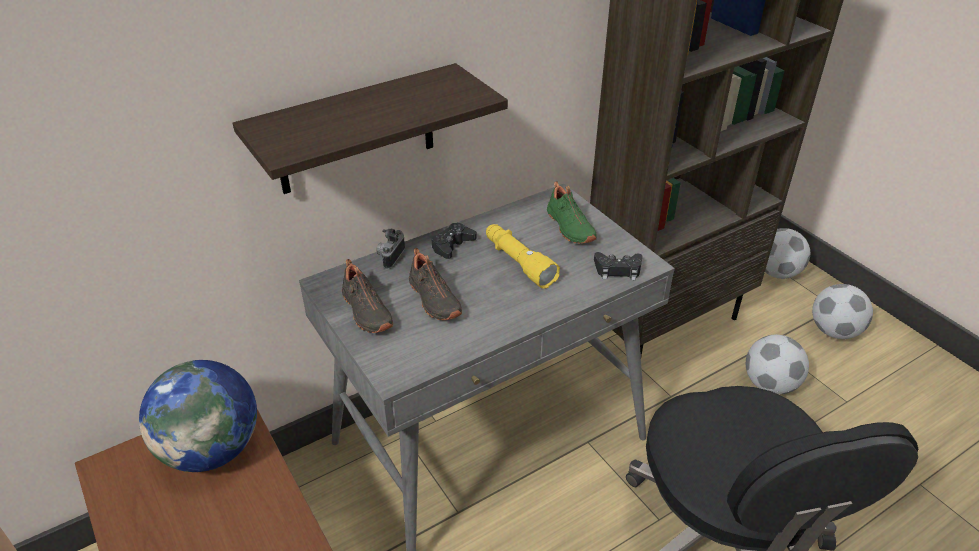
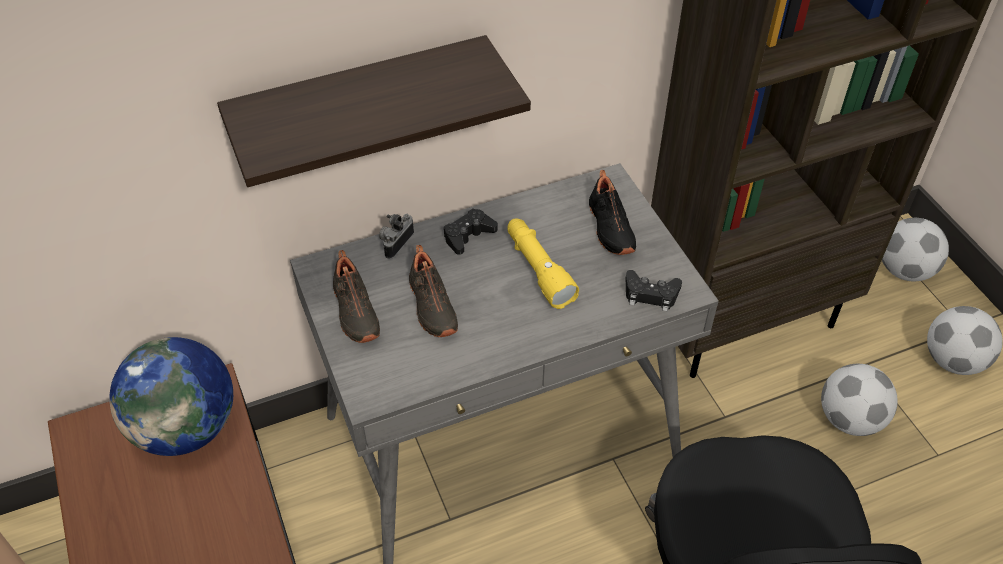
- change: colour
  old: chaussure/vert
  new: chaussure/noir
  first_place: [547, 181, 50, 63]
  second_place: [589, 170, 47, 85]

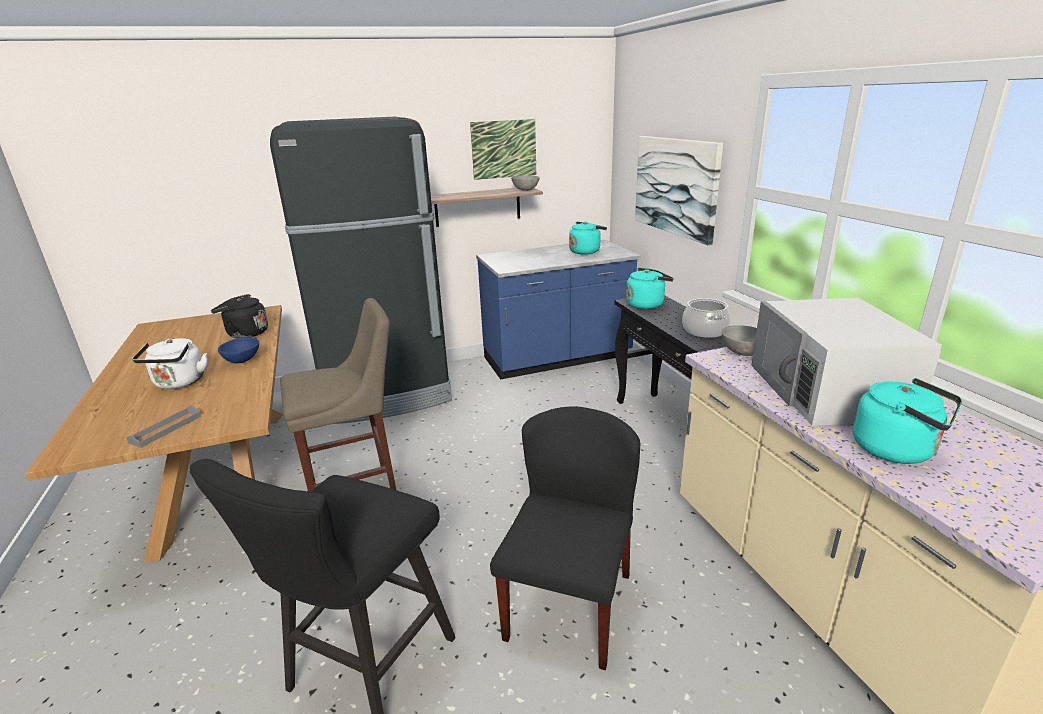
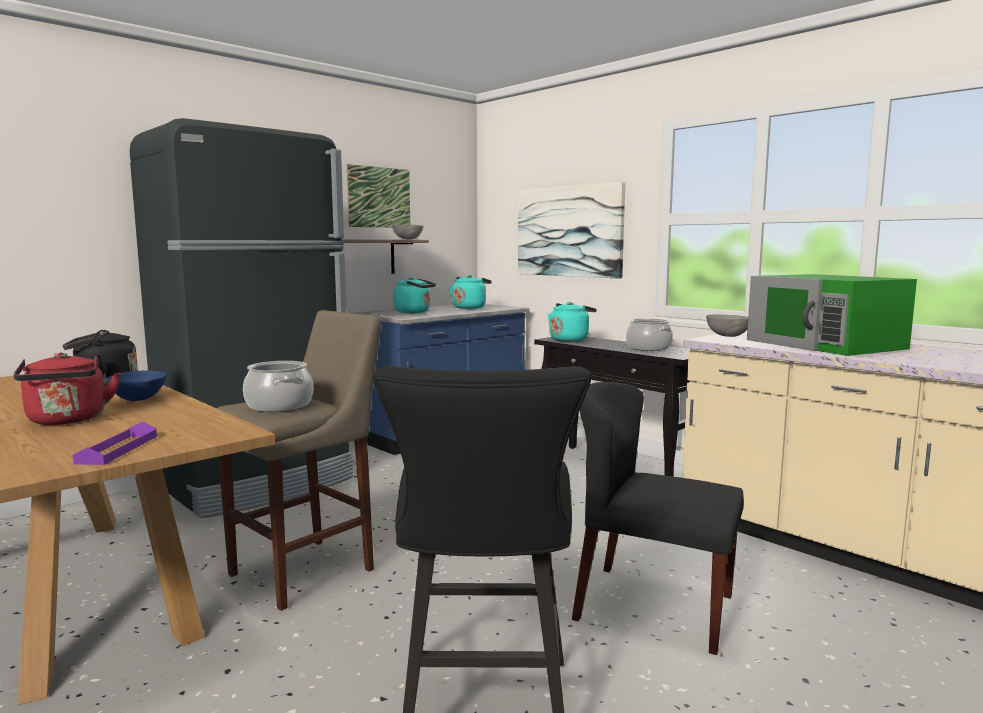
- change: colour
  old: micro-ondes/blanc
  new: micro-ondes/vert
  first_place: [751, 298, 192, 128]
  second_place: [747, 274, 170, 82]
- change: colour
  old: bouilloire/blanc
  new: bouilloire/rouge
  first_place: [132, 338, 76, 51]
  second_place: [13, 352, 107, 73]
- change: relocated
  old: bouilloire/turquoise
  first_place: [853, 378, 109, 86]
  second_place: [394, 277, 42, 36]
- change: colour
  old: plateau/gris
  new: plateau/violet
  first_place: [126, 405, 75, 43]
  second_place: [73, 422, 84, 43]
- change: spun
  old: chaise/noir
  first_place: [490, 406, 150, 264]
  second_place: [572, 382, 172, 273]
  degrees: -60
- change: appeared
  new: marmite
  second_place: [243, 361, 70, 51]

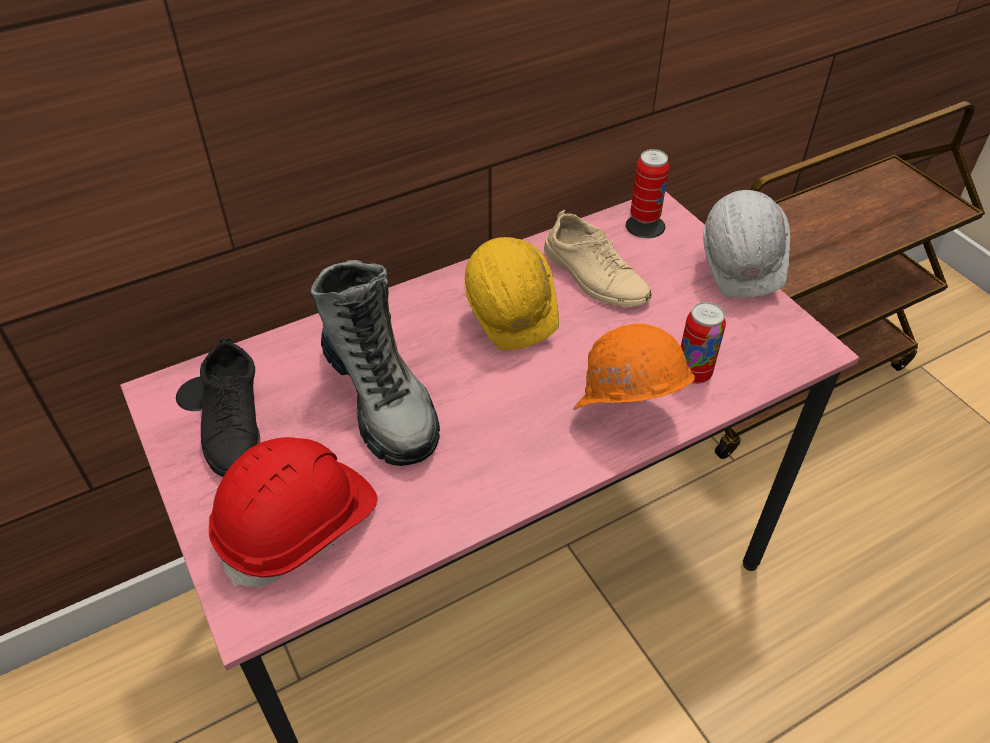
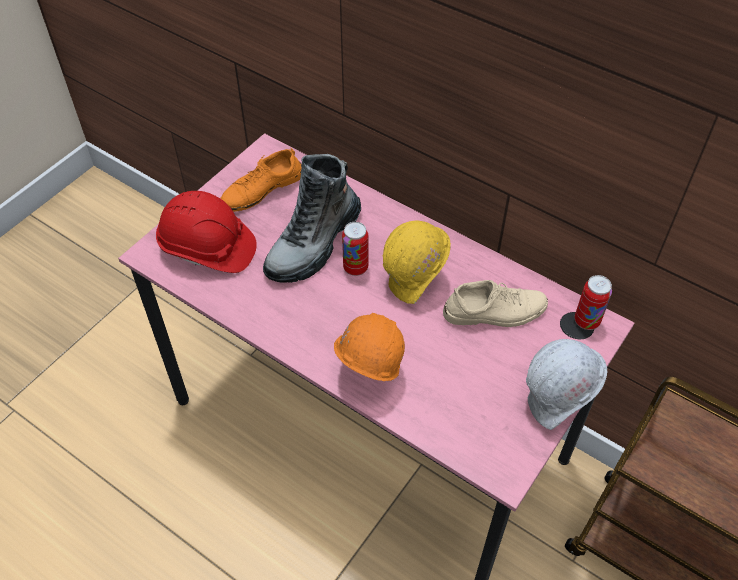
- change: spun
  old: chaussure/beige
  first_place: [544, 210, 107, 97]
  second_place: [443, 280, 105, 47]
  degrees: -120
- change: relocated
  old: boîte métallique
  first_place: [681, 302, 45, 82]
  second_place: [342, 222, 26, 54]
- change: colour
  old: chaussure/noir
  new: chaussure/orange
  first_place: [196, 337, 64, 140]
  second_place: [220, 148, 82, 64]

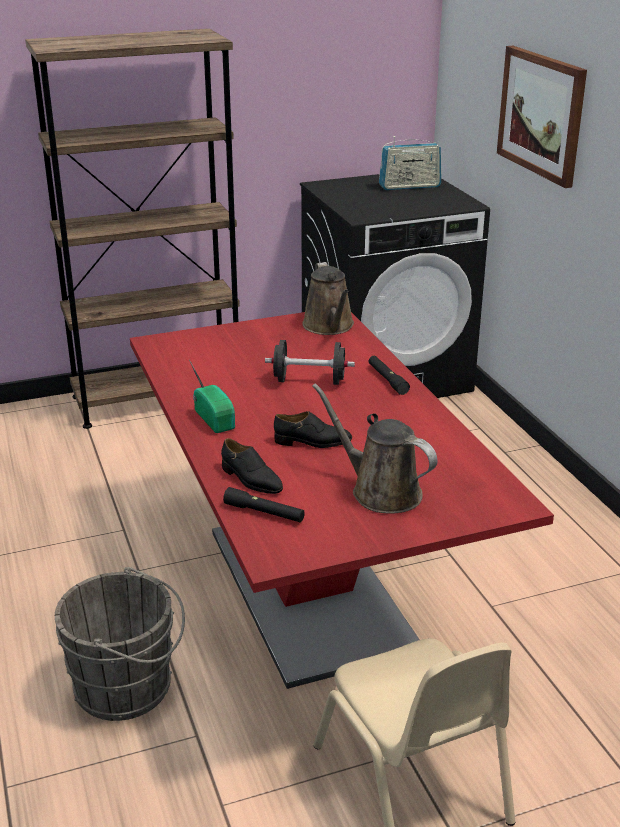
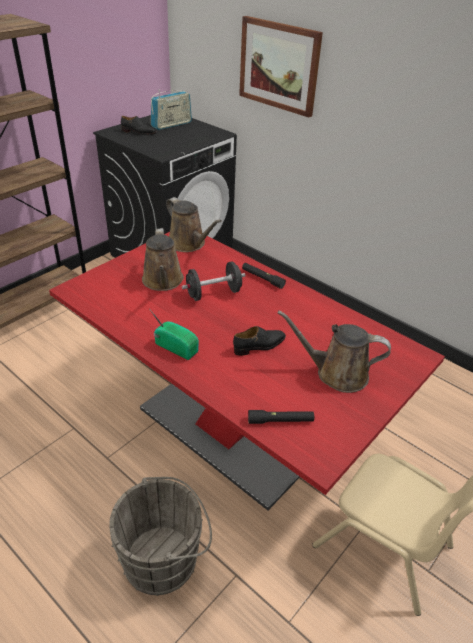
- change: relocated
  old: chaussure/noir
  first_place: [221, 438, 62, 56]
  second_place: [121, 116, 35, 19]
- change: appeared
  new: arrosoir/marron
  second_place: [142, 228, 42, 63]

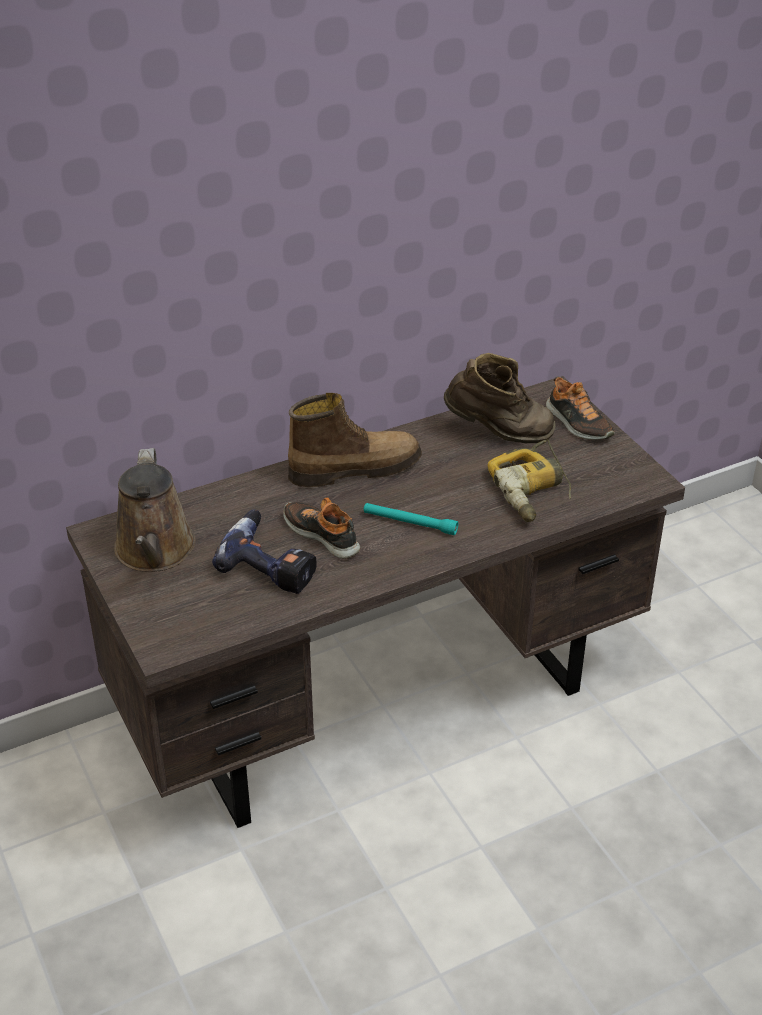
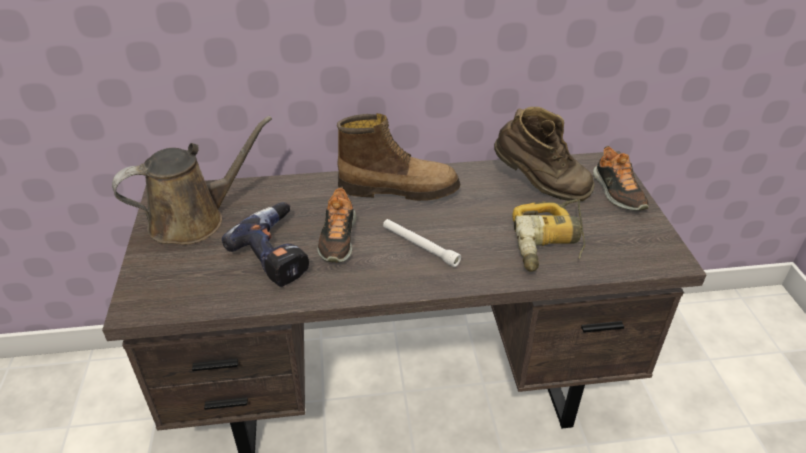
- change: spun
  old: arrosoir/marron
  first_place: [114, 448, 82, 124]
  second_place: [112, 116, 160, 129]
  degrees: -135
- change: spun
  old: chaussure
  first_place: [283, 497, 77, 62]
  second_place: [317, 187, 40, 76]
  degrees: -150
- change: colour
  old: lampe de poche/turquoise
  new: lampe de poche/blanc
  first_place: [364, 503, 94, 32]
  second_place: [383, 219, 78, 48]

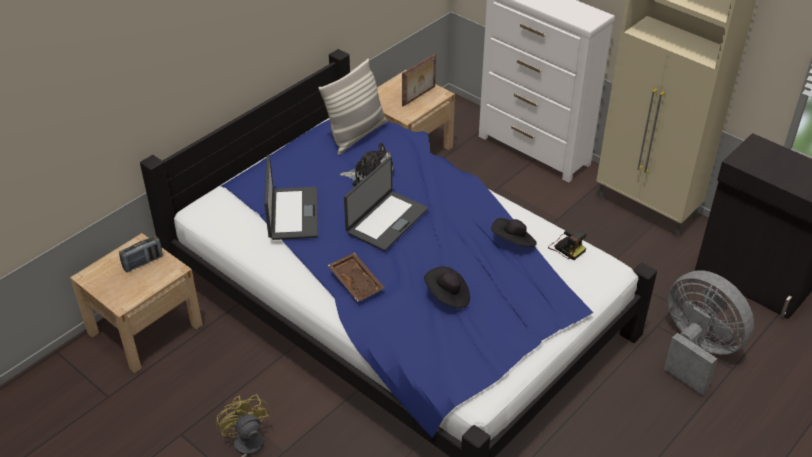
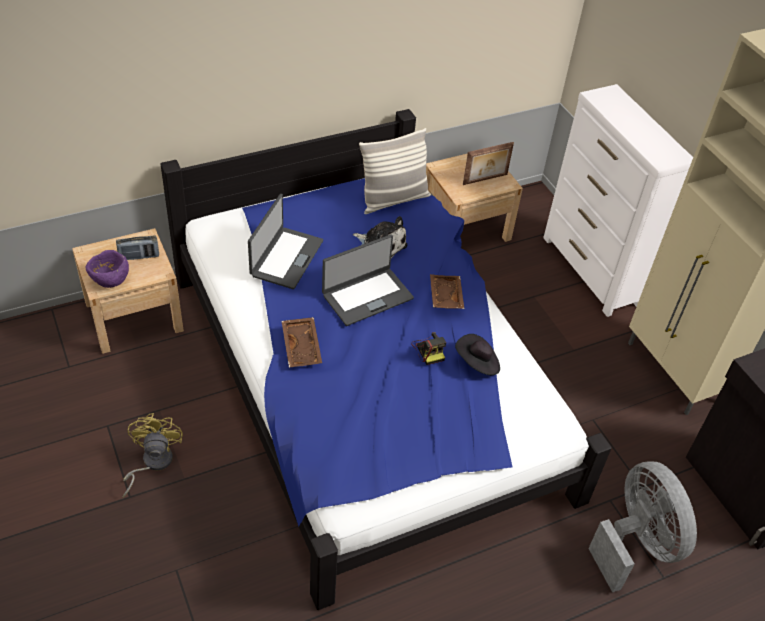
- change: relocated
  old: appareil photo
  first_place: [548, 230, 38, 30]
  second_place: [411, 332, 35, 33]
- change: missing
  old: chapeau/noir
  first_place: [424, 267, 46, 41]
- change: appeared
  new: bol/violet
  second_place: [85, 250, 44, 38]
- change: appeared
  new: plateau/marron
  second_place: [430, 274, 35, 35]

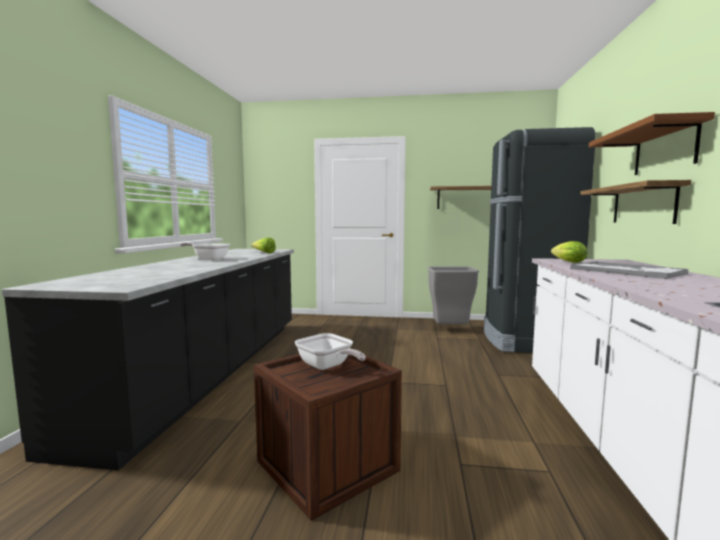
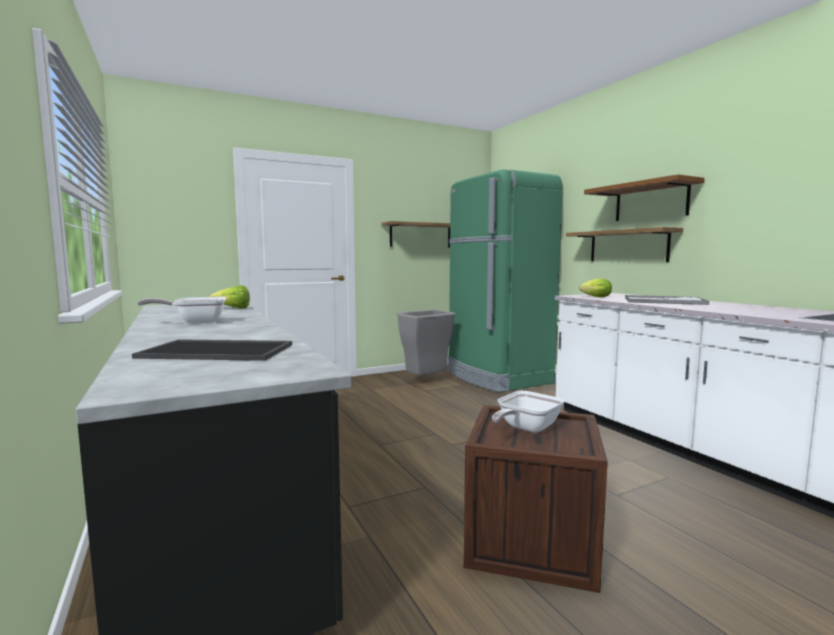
- change: colour
  old: réfrigérateur/noir
  new: réfrigérateur/vert
  first_place: [484, 127, 111, 226]
  second_place: [448, 169, 114, 223]
- change: spun
  old: poêle
  first_place: [295, 333, 71, 37]
  second_place: [492, 391, 72, 42]
  degrees: 120
- change: appeared
  new: plateau
  second_place: [132, 339, 160, 22]

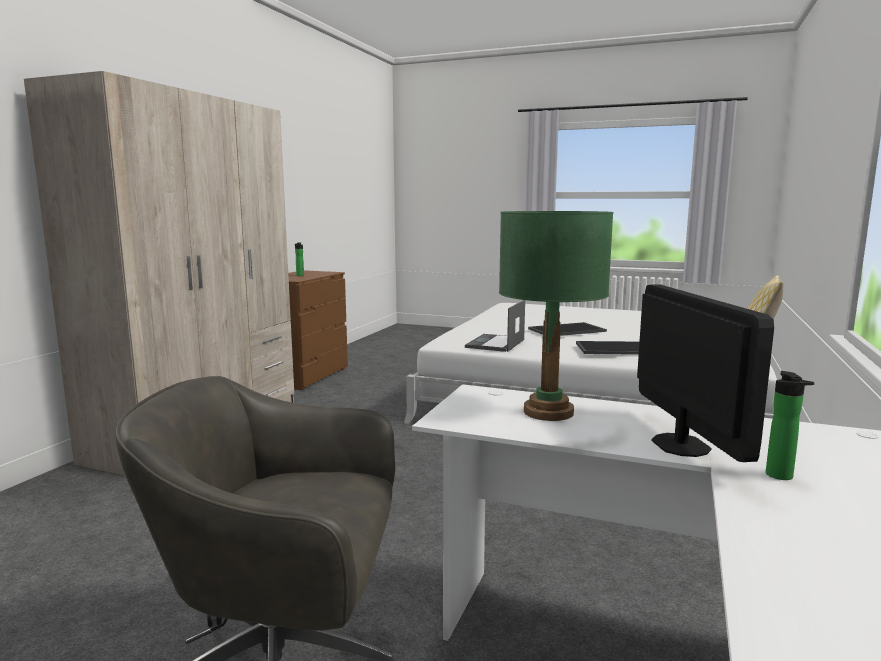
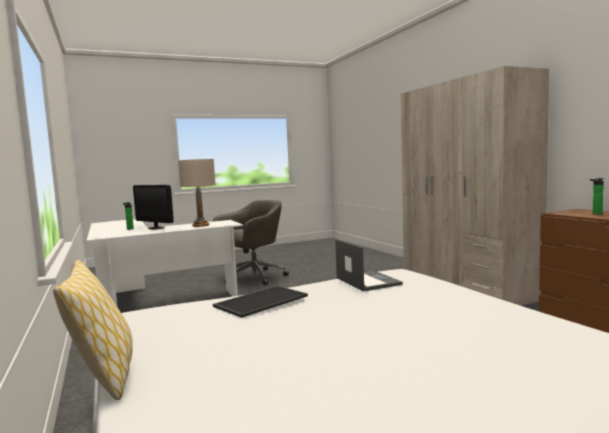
- change: colour
  old: lampe de table/vert
  new: lampe de table/beige
  first_place: [499, 211, 115, 210]
  second_place: [178, 159, 38, 68]
- change: missing
  old: plateau
  first_place: [528, 322, 79, 14]

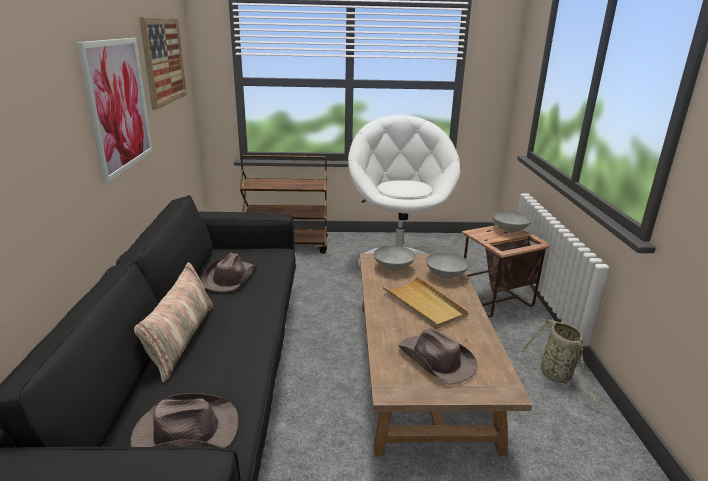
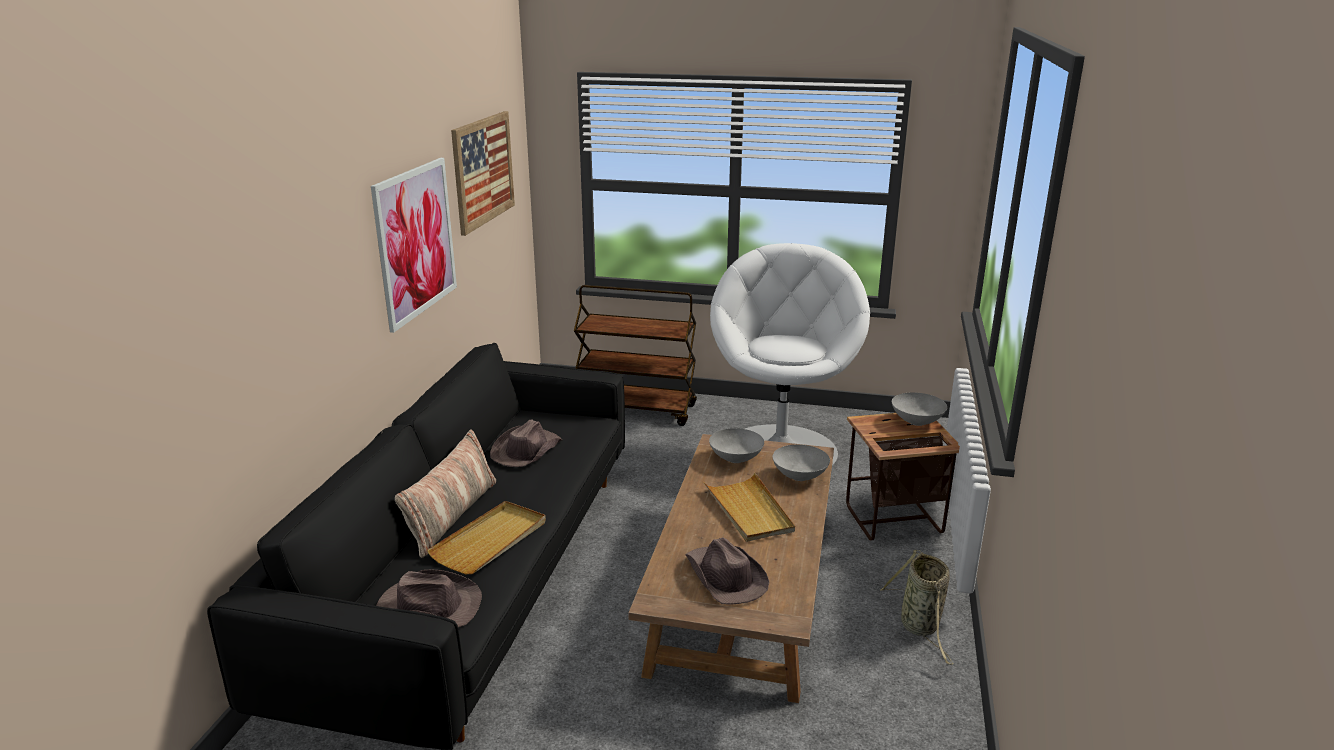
- change: appeared
  new: plateau/beige
  second_place: [427, 501, 119, 73]

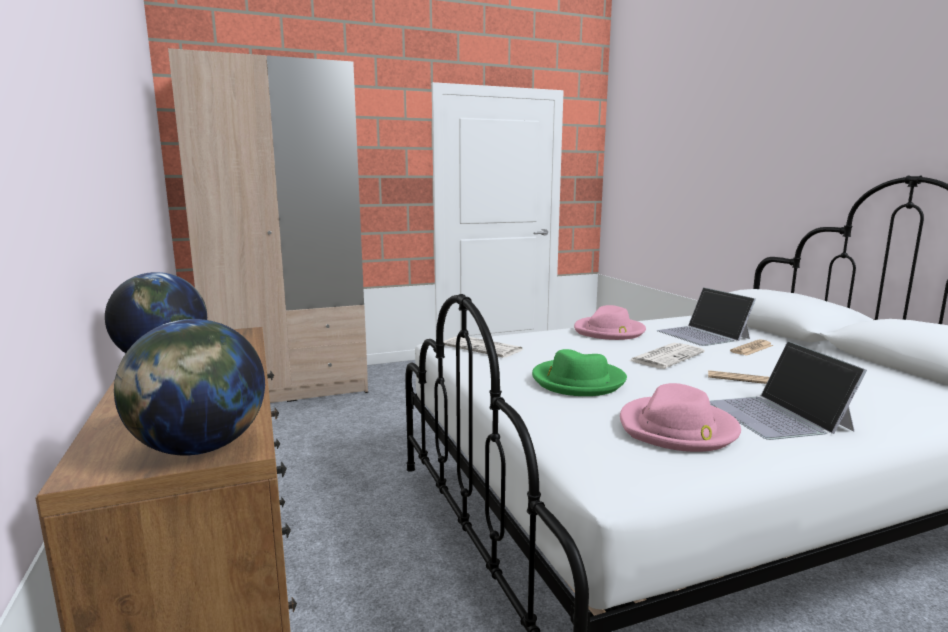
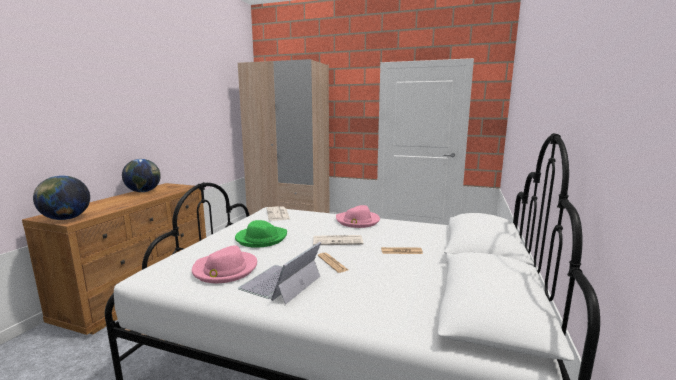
- change: missing
  old: ordinateur portable
  first_place: [657, 287, 99, 59]

